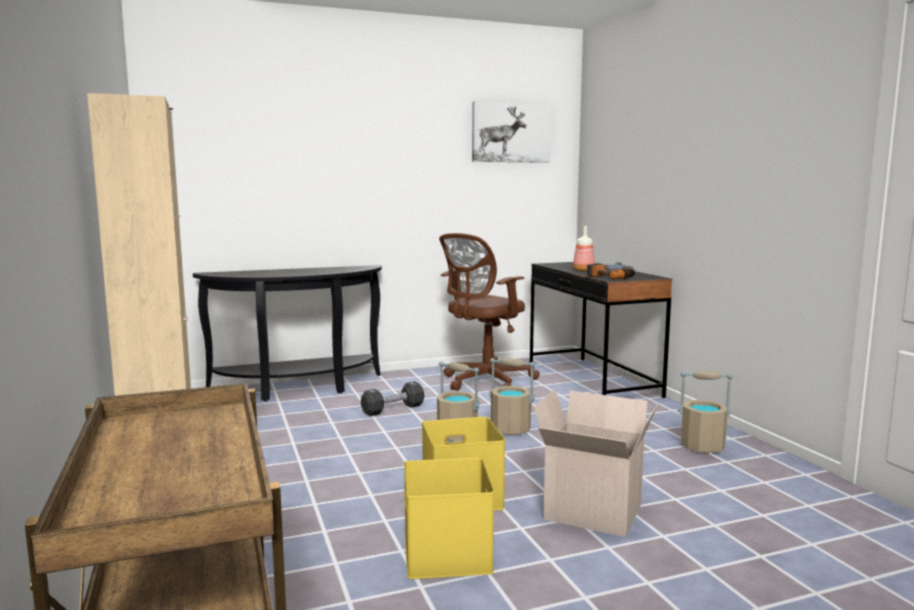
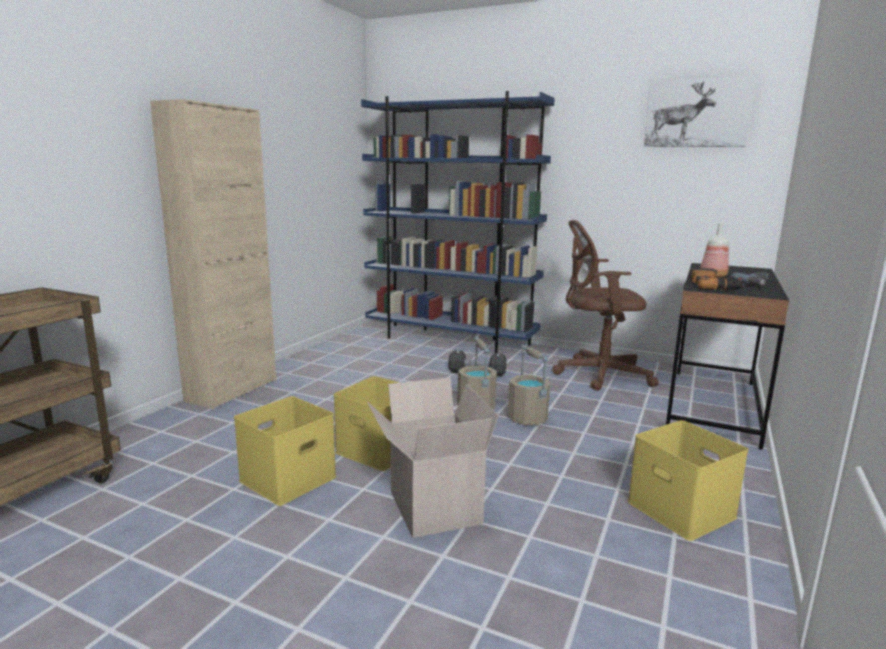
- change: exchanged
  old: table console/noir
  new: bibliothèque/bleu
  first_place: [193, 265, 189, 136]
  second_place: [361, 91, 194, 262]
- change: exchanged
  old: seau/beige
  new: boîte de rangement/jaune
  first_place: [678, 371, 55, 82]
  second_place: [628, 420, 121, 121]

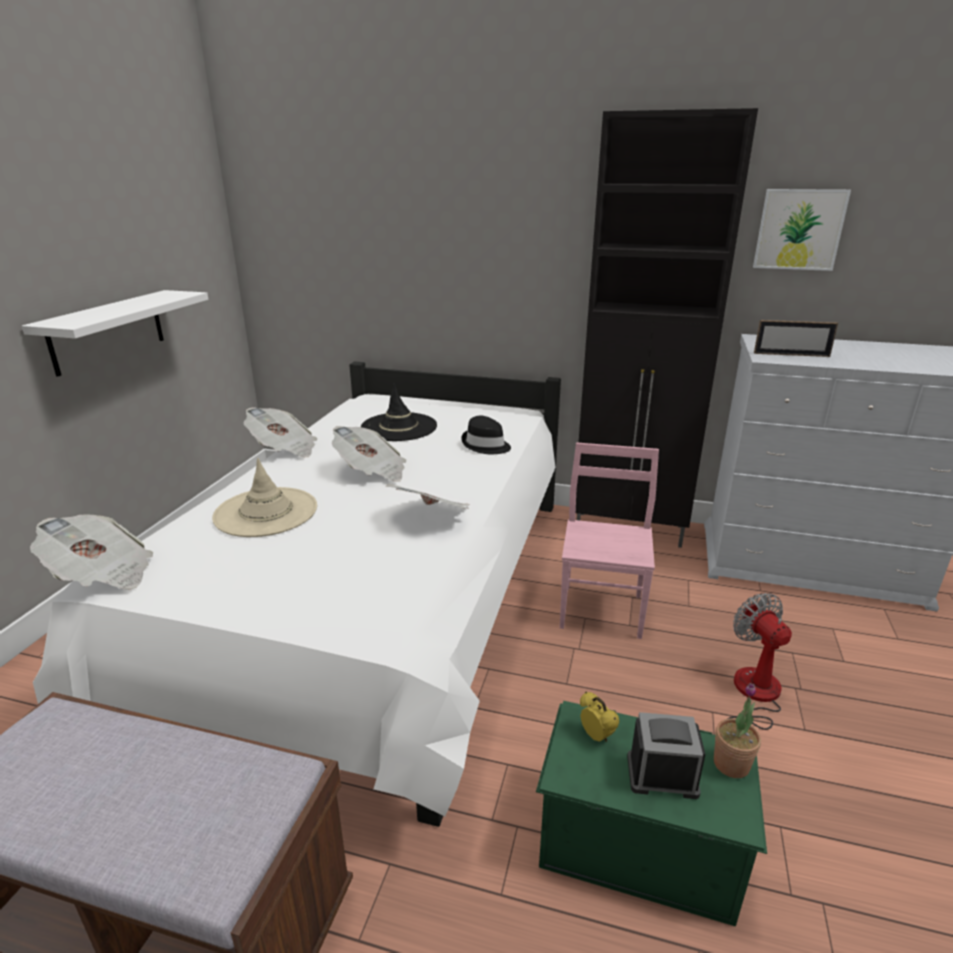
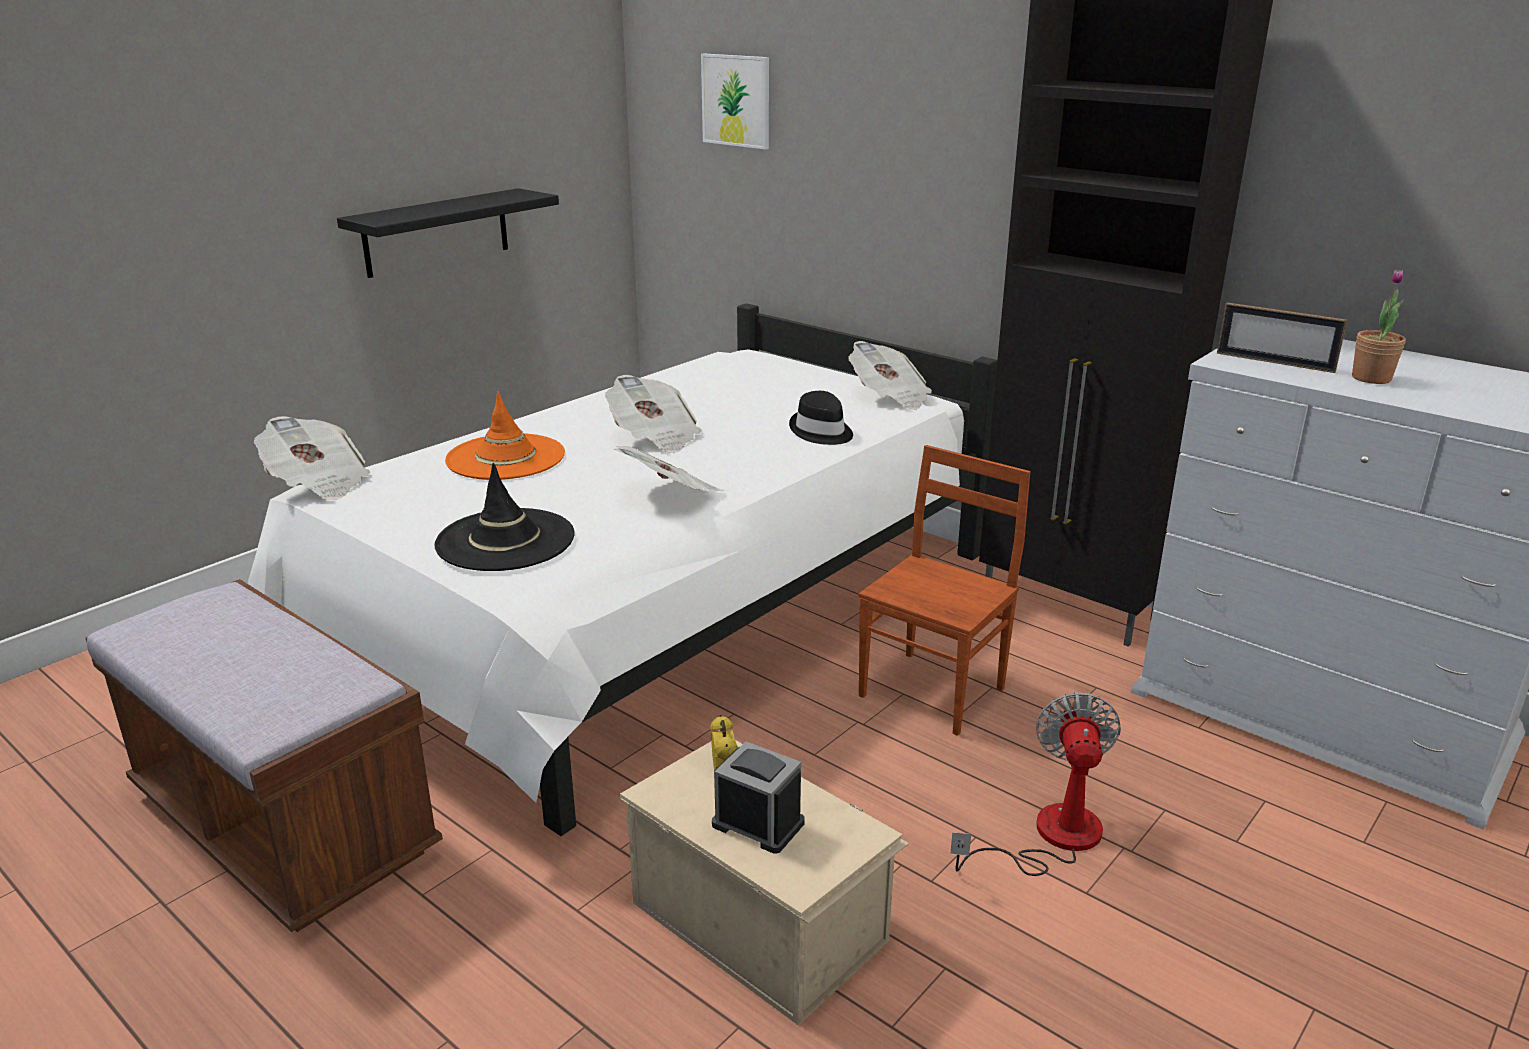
- change: relocated
  old: tableau
  first_place: [753, 189, 98, 82]
  second_place: [701, 54, 68, 95]
- change: colour
  old: étagère/blanc
  new: étagère/noir
  first_place: [22, 290, 187, 87]
  second_place: [337, 188, 222, 90]
- change: relocated
  old: chapeau/noir
  first_place: [361, 383, 76, 58]
  second_place: [434, 463, 140, 108]
- change: relocated
  old: journal
  first_place: [243, 407, 74, 50]
  second_place: [848, 341, 84, 69]
- change: colour
  old: chaise/rose
  new: chaise/marron
  first_place: [560, 443, 99, 196]
  second_place: [858, 445, 173, 291]
- change: colour
  old: chapeau/beige
  new: chapeau/orange
  first_place: [212, 458, 105, 79]
  second_place: [445, 391, 120, 89]
- change: relocated
  old: plante en pot
  first_place: [714, 683, 47, 95]
  second_place: [1352, 270, 54, 114]
- change: colour
  old: boîte de rangement/vert
  new: boîte de rangement/beige
  first_place: [536, 701, 231, 225]
  second_place: [620, 740, 289, 285]

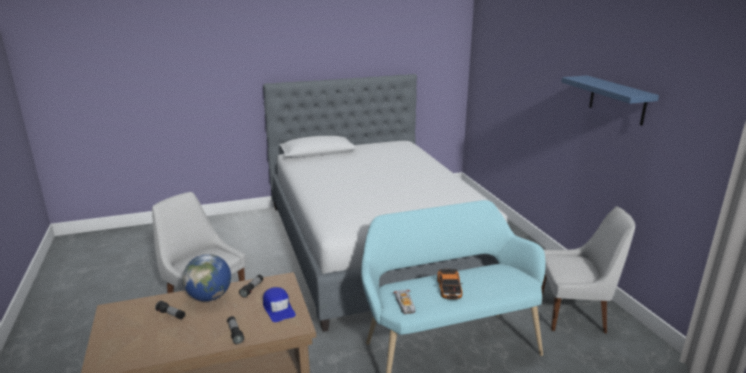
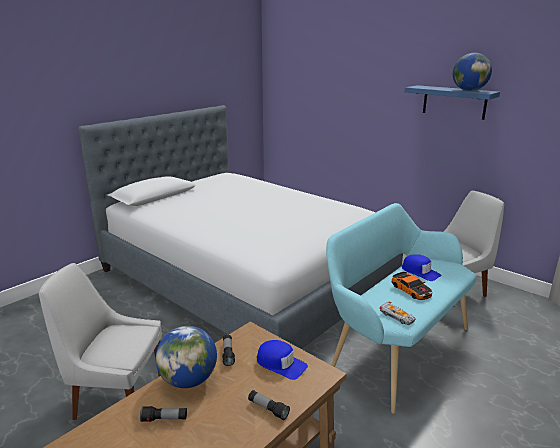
- change: appeared
  new: globe
  second_place: [453, 53, 39, 38]
- change: appeared
  new: casquette/bleu
  second_place: [402, 254, 39, 27]

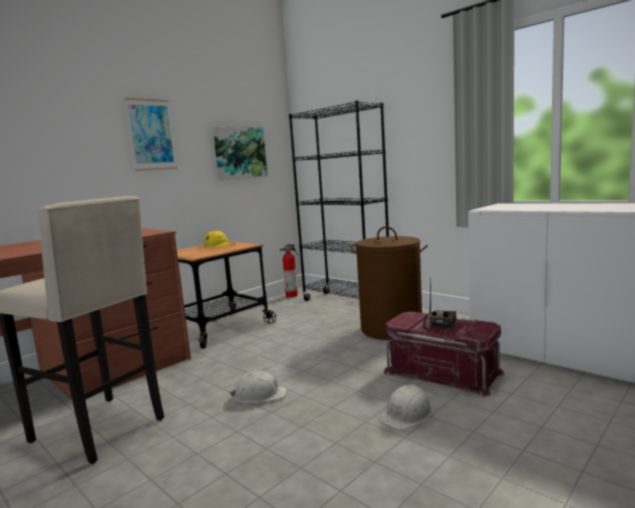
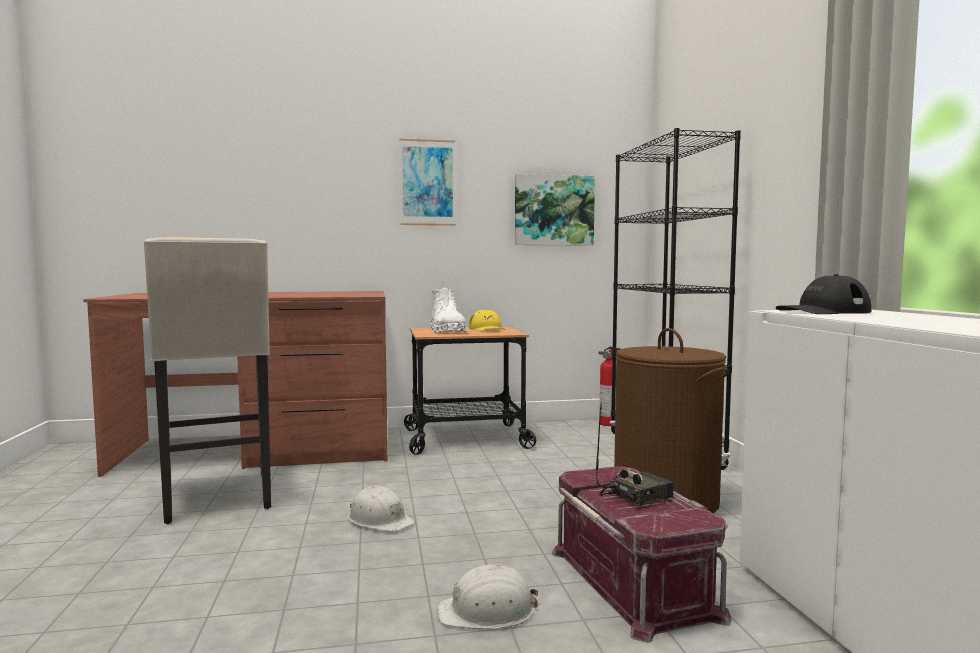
- change: appeared
  new: casquette/noir
  second_place: [776, 274, 96, 40]
- change: appeared
  new: botte/blanc
  second_place: [431, 288, 35, 45]

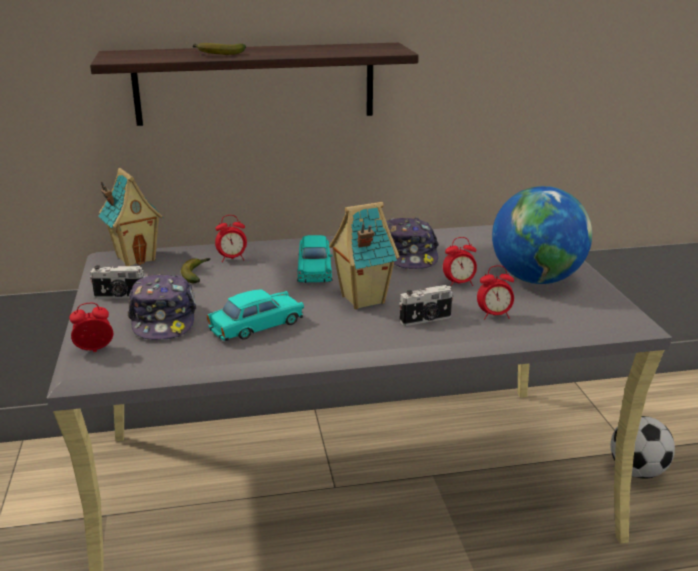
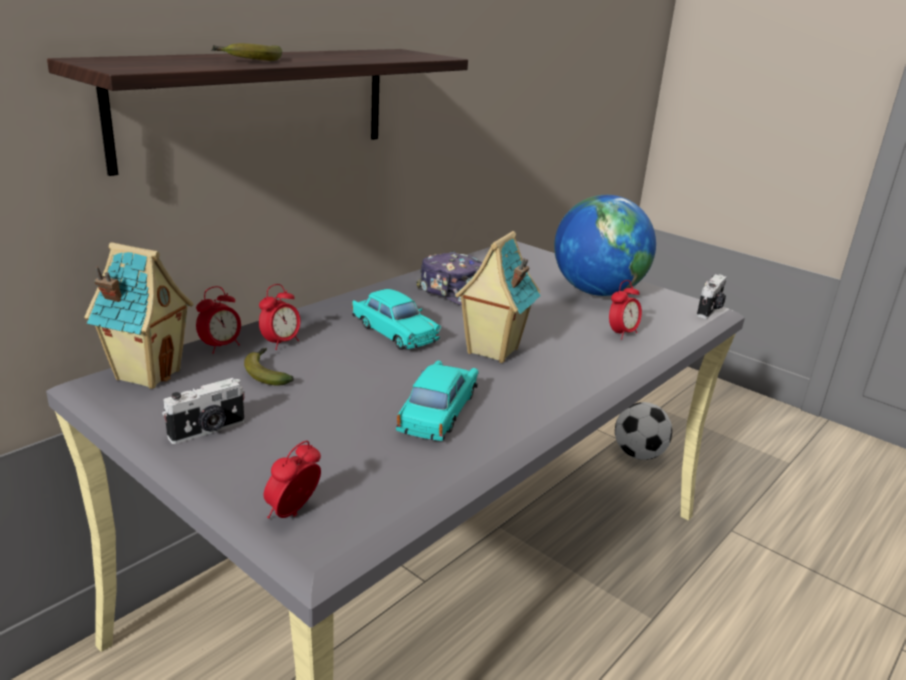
- change: relocated
  old: réveil
  first_place: [443, 237, 34, 49]
  second_place: [196, 286, 45, 68]
- change: missing
  old: casquette
  first_place: [127, 274, 70, 66]
- change: relocated
  old: appareil photo
  first_place: [399, 285, 54, 41]
  second_place: [697, 274, 30, 45]

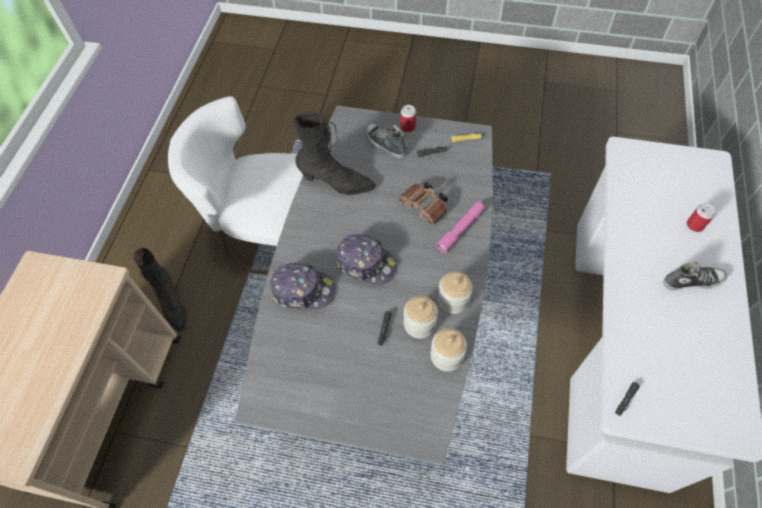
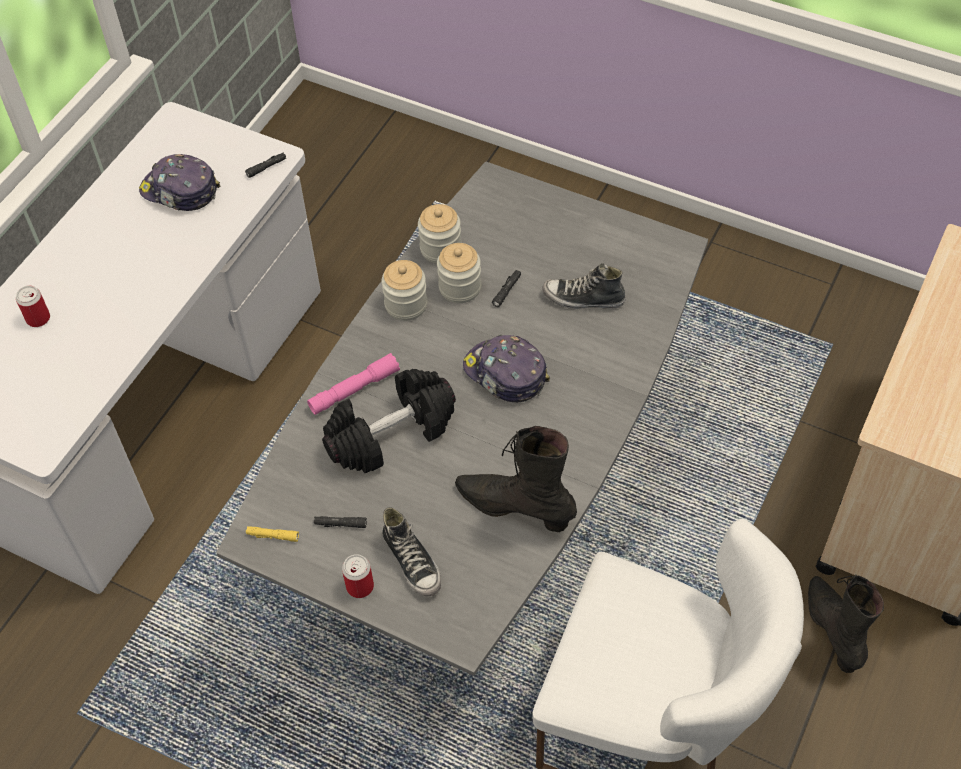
- change: exchanged
  old: jumelles/marron
  new: haltère/noir
  first_place: [398, 182, 50, 43]
  second_place: [322, 369, 134, 104]
- change: relocated
  old: chaussure
  first_place: [663, 261, 64, 29]
  second_place: [542, 263, 84, 46]
- change: relocated
  old: casquette
  first_place: [270, 263, 65, 46]
  second_place: [139, 154, 81, 57]

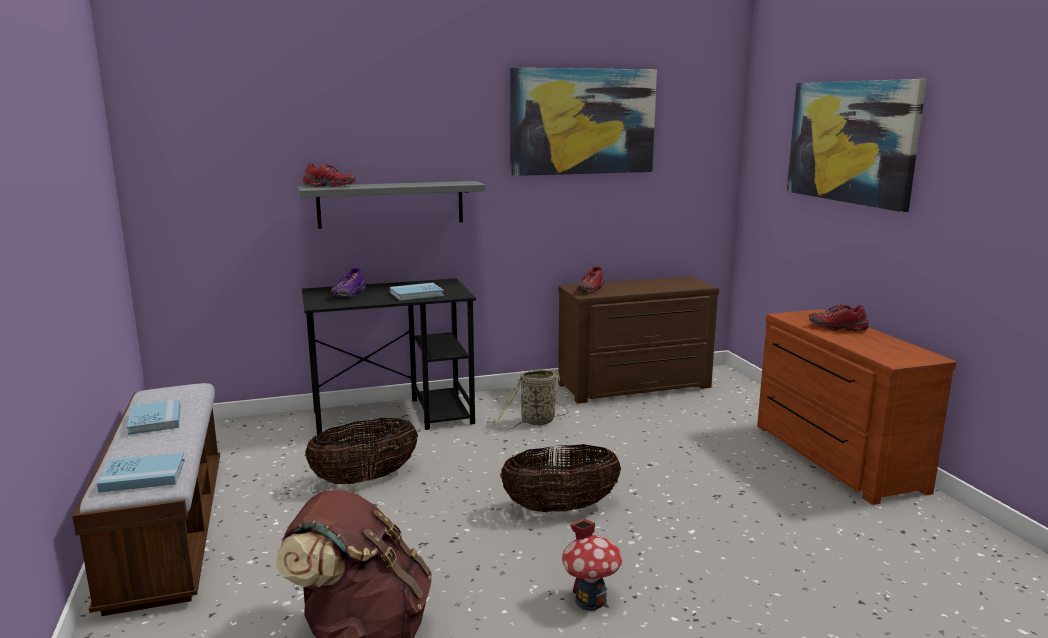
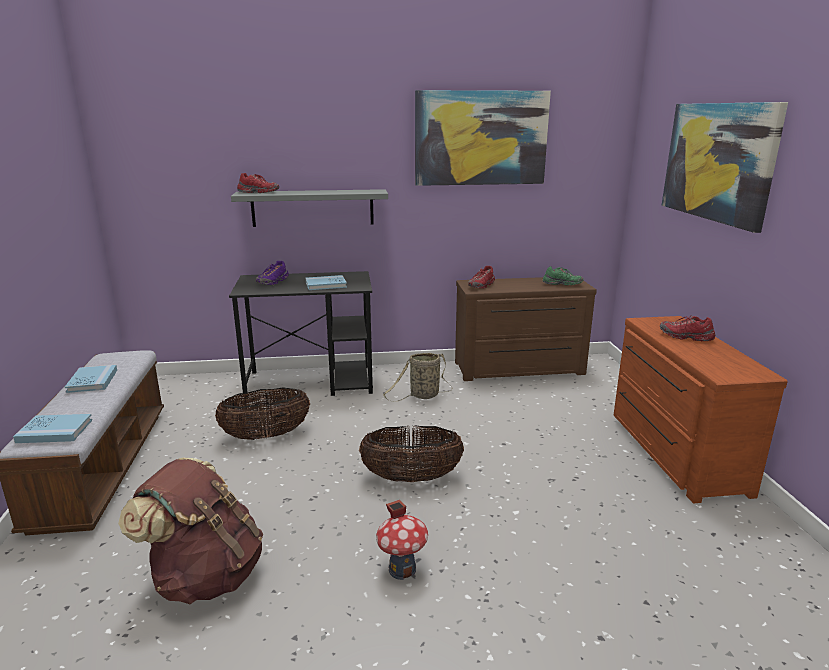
- change: appeared
  new: chaussure/vert
  second_place: [543, 266, 41, 20]

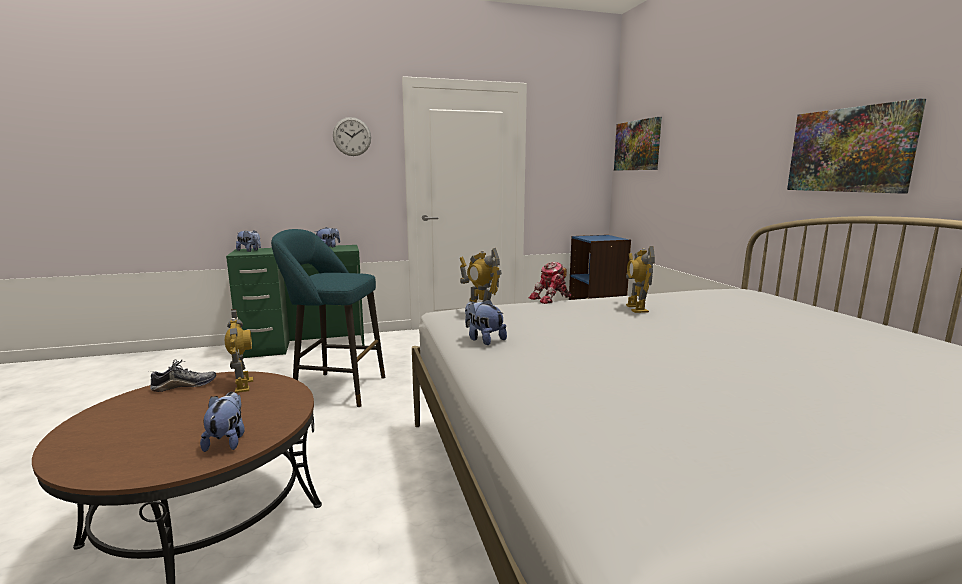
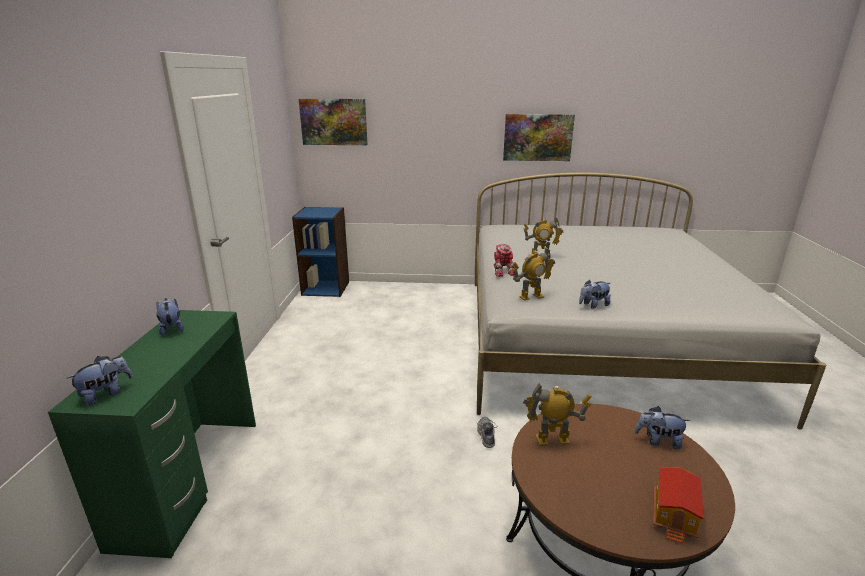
- change: missing
  old: horloge murale
  first_place: [333, 117, 38, 39]
- change: missing
  old: tabouret/turquoise
  first_place: [271, 229, 114, 178]
- change: relocated
  old: chaussure
  first_place: [150, 359, 66, 33]
  second_place: [477, 417, 20, 31]
- change: appeared
  new: maison miniature
  second_place: [653, 467, 51, 77]

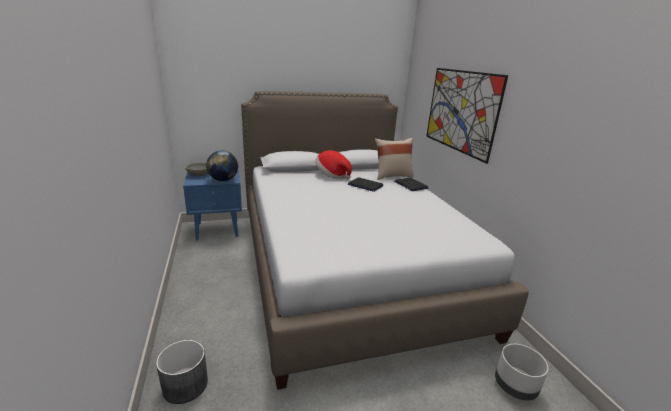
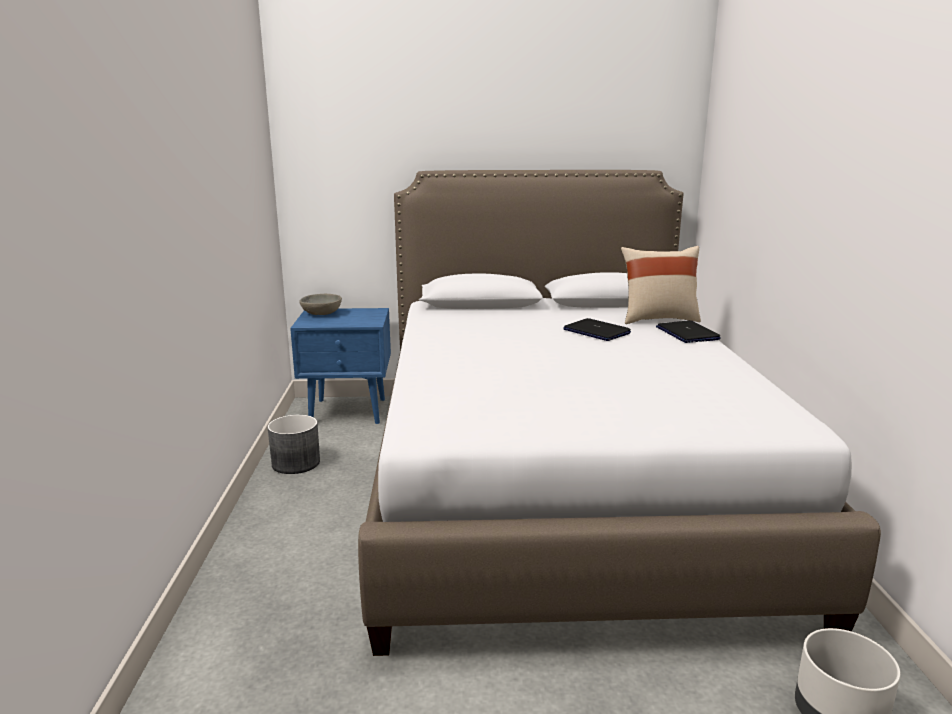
- change: missing
  old: tableau
  first_place: [426, 68, 82, 96]
- change: missing
  old: globe
  first_place: [206, 150, 32, 31]
- change: missing
  old: chapeau
  first_place: [315, 150, 37, 29]
- change: relocated
  old: cache-pot/gris
  first_place: [156, 340, 52, 64]
  second_place: [268, 415, 52, 59]

